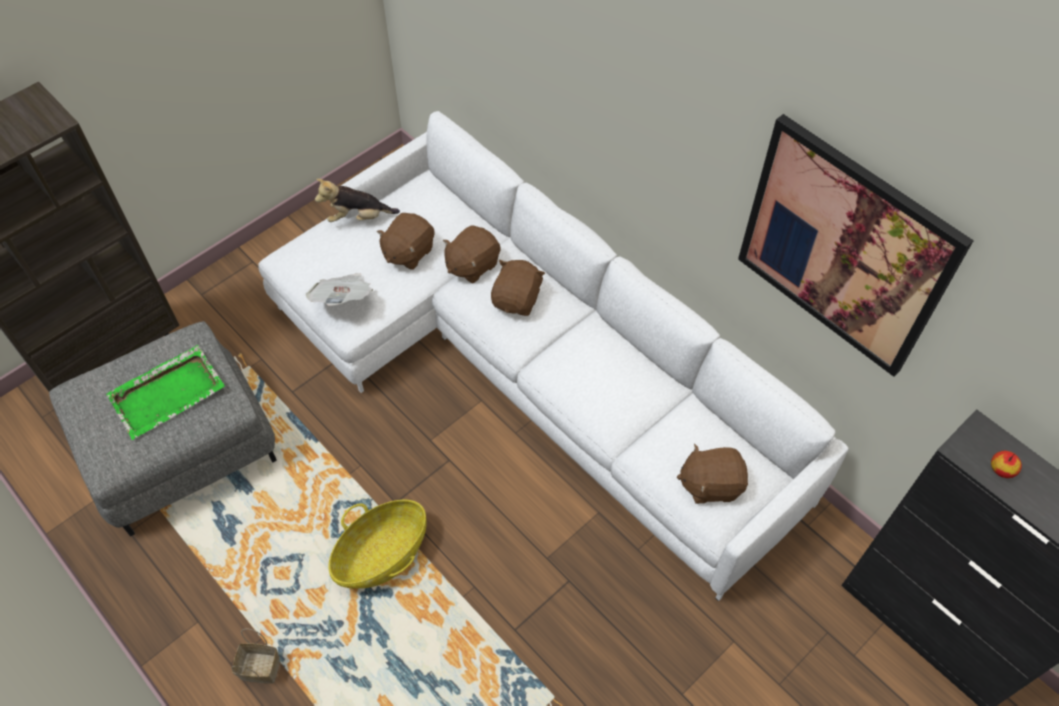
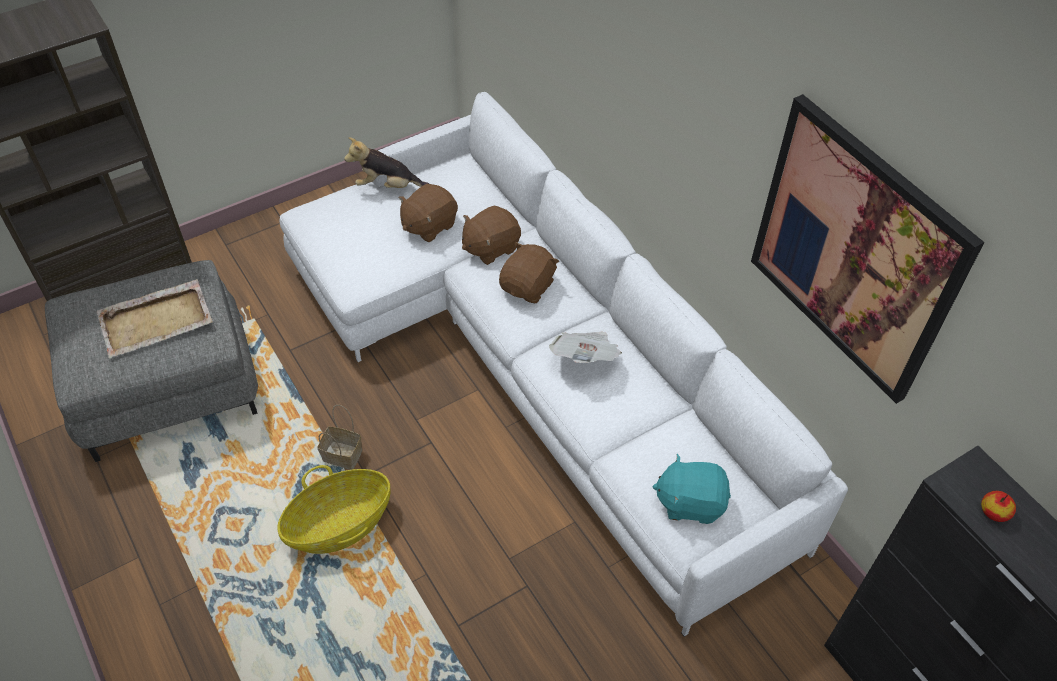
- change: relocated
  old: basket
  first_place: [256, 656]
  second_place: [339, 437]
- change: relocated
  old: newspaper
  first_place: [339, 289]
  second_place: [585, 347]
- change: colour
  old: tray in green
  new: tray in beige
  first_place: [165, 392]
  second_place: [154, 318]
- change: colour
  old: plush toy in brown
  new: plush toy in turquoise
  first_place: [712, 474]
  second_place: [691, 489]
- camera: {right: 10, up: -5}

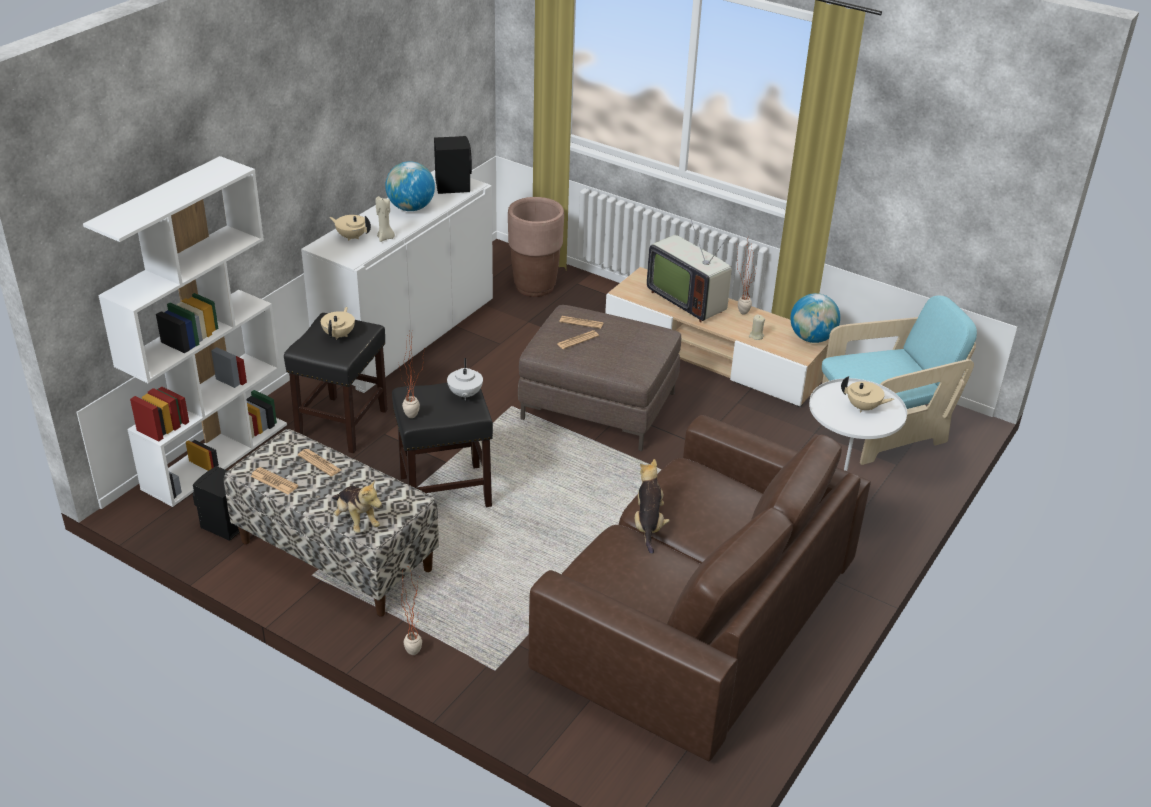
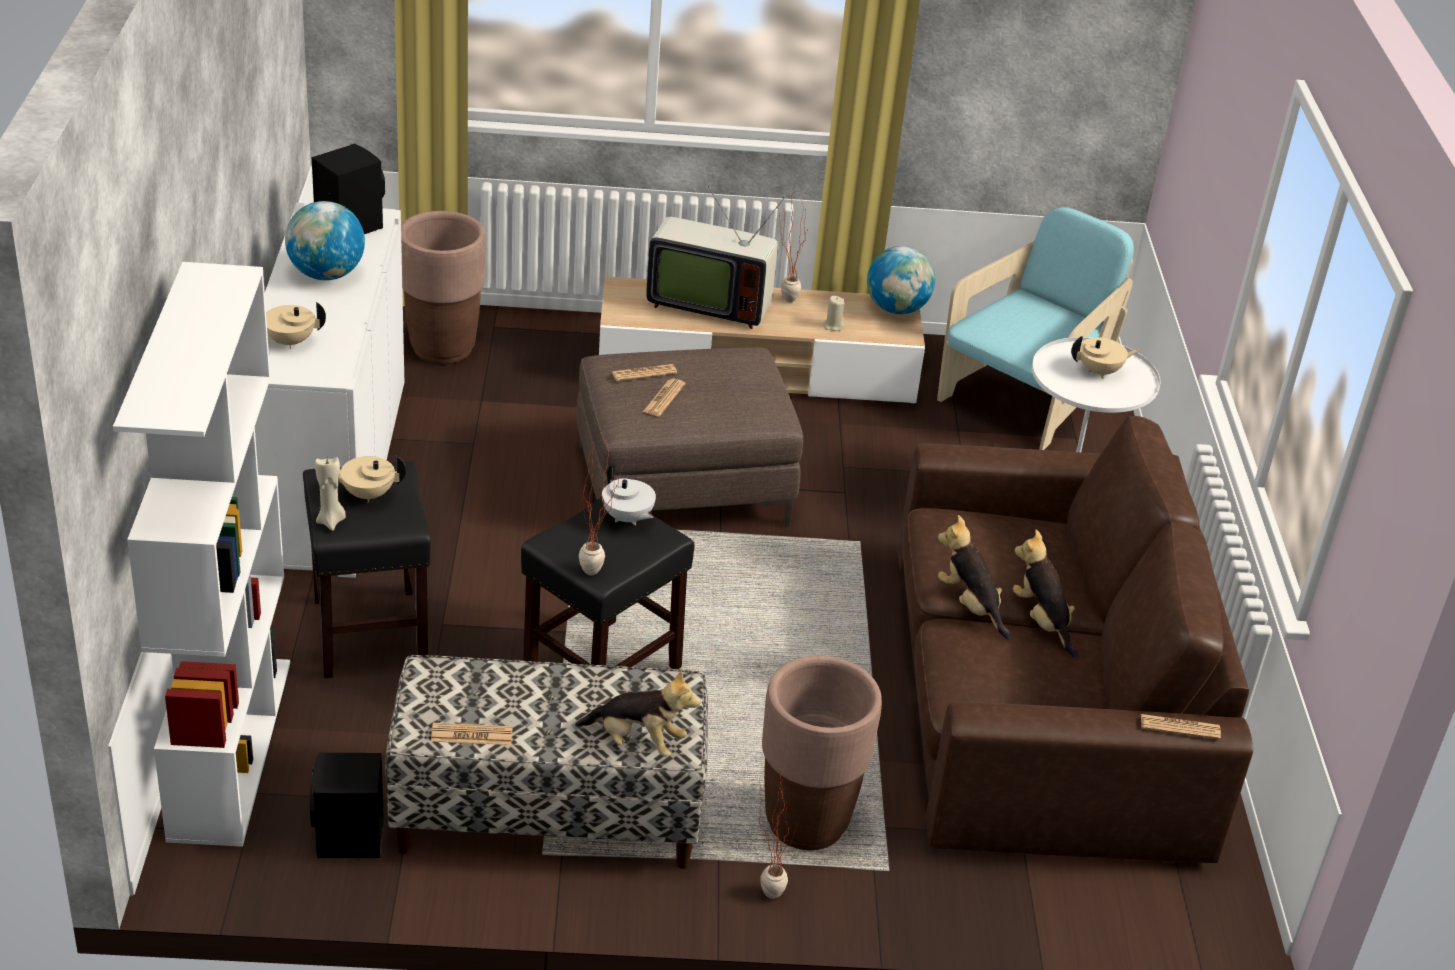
- change: appeared
  new: planter in brown
  second_place: [822, 752]
- change: appeared
  new: plush toy
  second_place: [1045, 594]
- change: relocated
  old: newspaper
  first_place: [319, 462]
  second_place: [1181, 726]
- change: relocated
  old: candle in beige
  first_place: [385, 219]
  second_place: [330, 494]
- change: spun
  old: teapot in beige
  first_place: [338, 323]
  second_place: [372, 479]
  degrees: -75
- camera: {right: -35, up: 0}

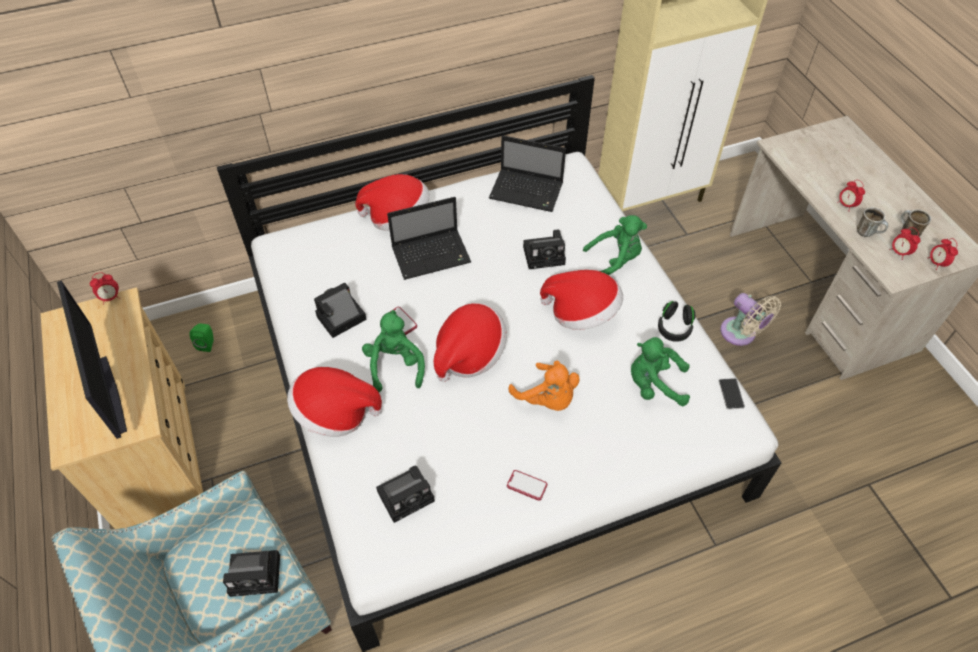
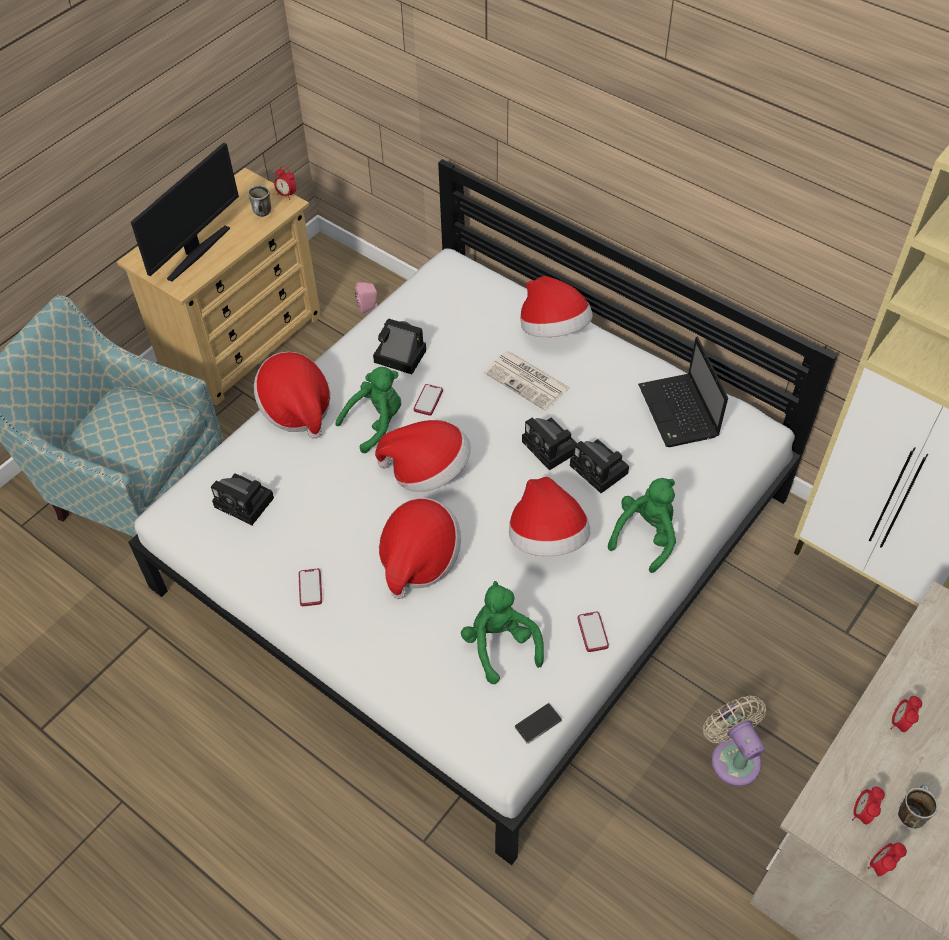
- change: relocated
  old: photo camera
  first_place: [251, 573]
  second_place: [549, 443]
- change: relocated
  old: mug
  first_place: [872, 222]
  second_place: [259, 201]
- change: exchanged
  old: laptop
  new: newspaper
  first_place: [429, 238]
  second_place: [527, 381]
- change: exchanged
  old: plush toy in orange
  new: hat
  first_place: [544, 386]
  second_place: [420, 548]
- change: exchanged
  old: headphones in black
  new: phone
  first_place: [677, 321]
  second_place: [593, 632]
- change: colour
  old: speaker in green
  new: speaker in pink
  first_place: [201, 337]
  second_place: [367, 298]
- change: spun
  old: plush toy in green
  first_place: [615, 245]
  second_place: [642, 525]
  degrees: -105
- change: spun
  old: fan in beige
  first_place: [750, 319]
  second_place: [734, 741]
  degrees: 135
- camera: {right: 60, up: 0}

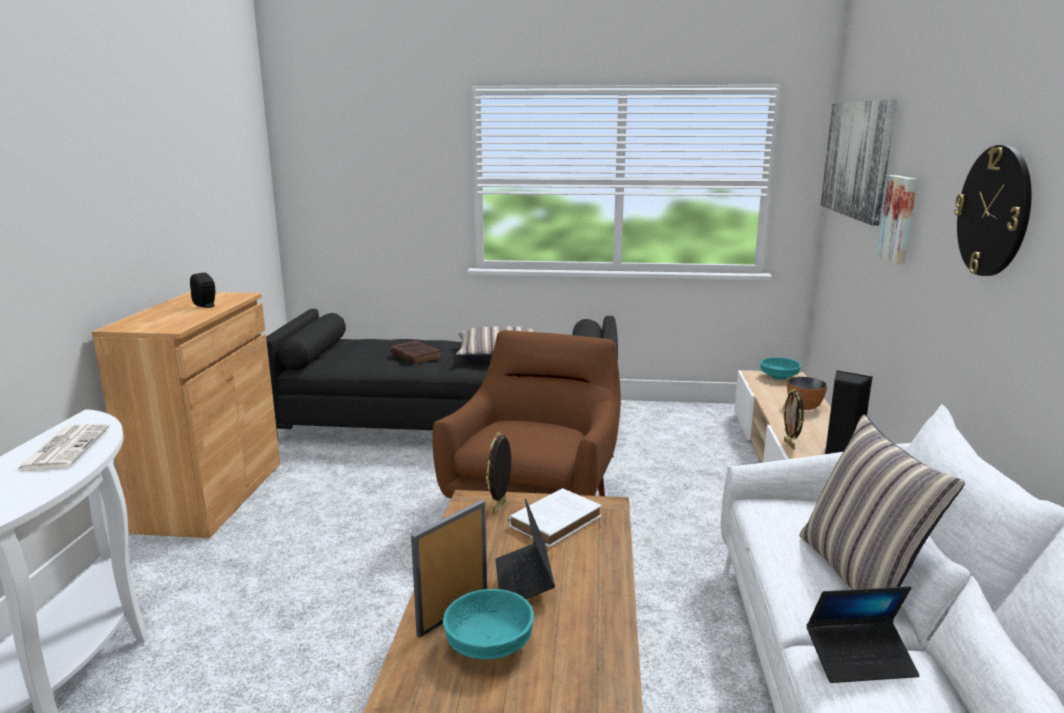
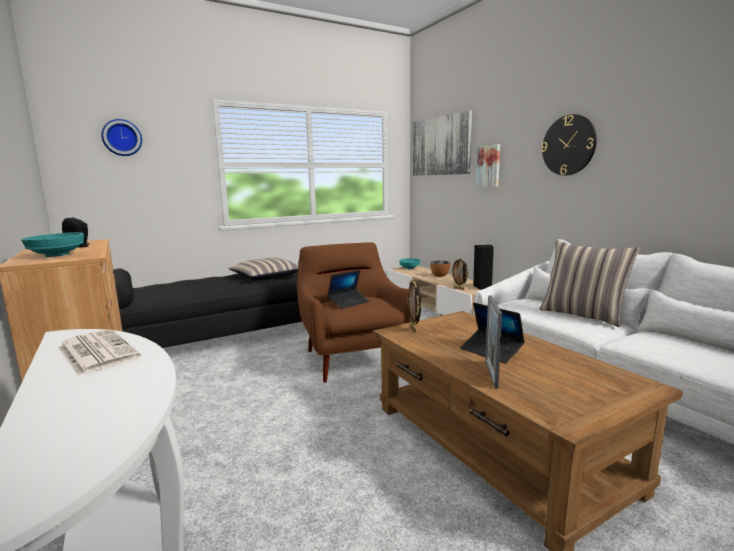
- change: missing
  old: book in brown
  first_place: [416, 352]
- change: missing
  old: book in white
  first_place: [555, 517]
- change: appeared
  new: wall clock
  second_place: [121, 137]
- change: relocated
  old: bowl in turquoise
  first_place: [488, 624]
  second_place: [52, 244]
- change: relocated
  old: laptop
  first_place: [863, 634]
  second_place: [348, 289]
- camera: {right: -35, up: -5}

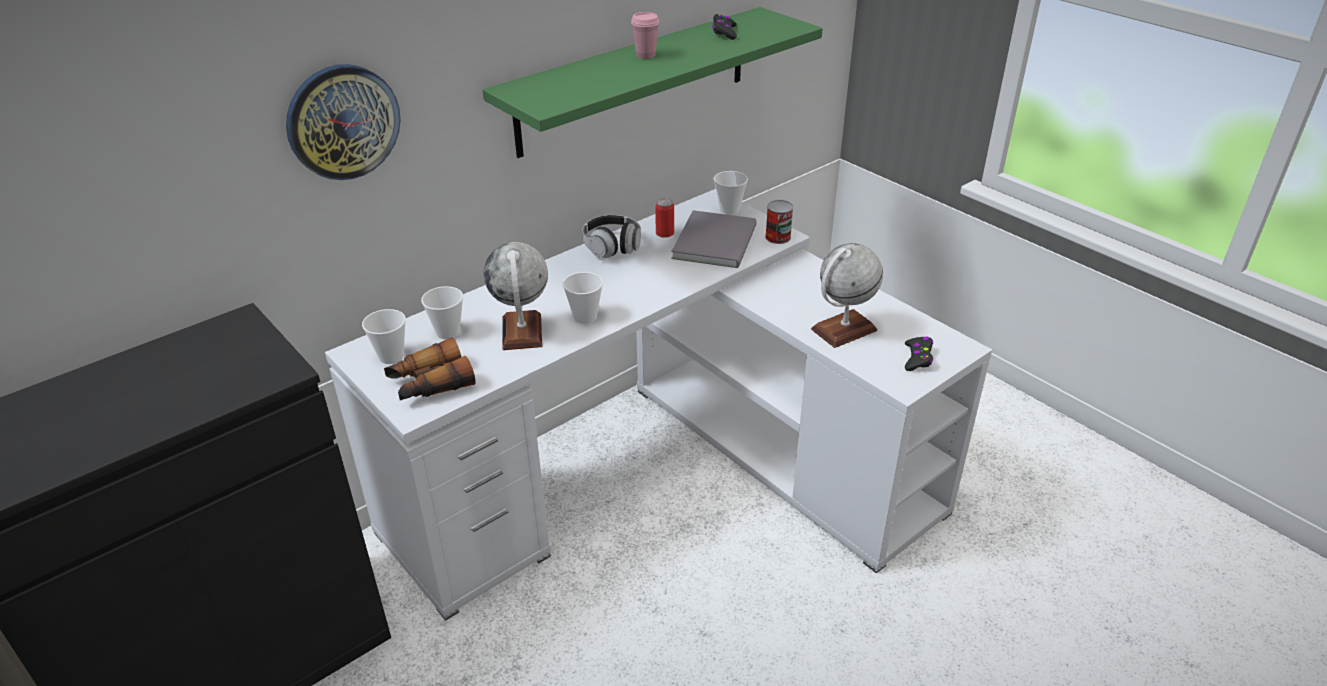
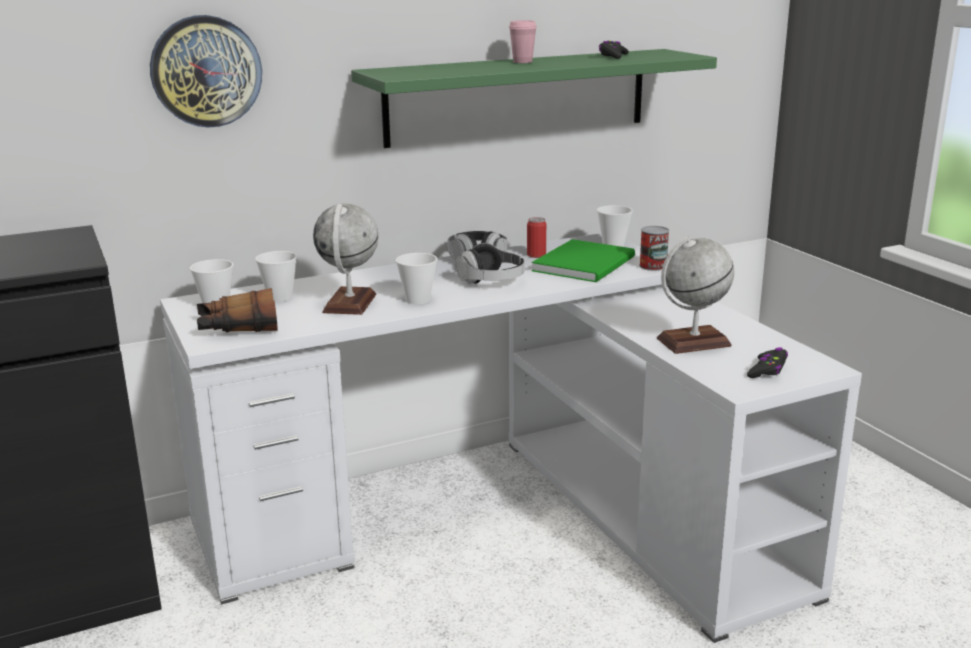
- change: appeared
  new: headphones
  second_place: [490, 263]
- change: colour
  old: book in grey
  new: book in green
  first_place: [714, 239]
  second_place: [583, 260]
- camera: {right: 15, up: -15}

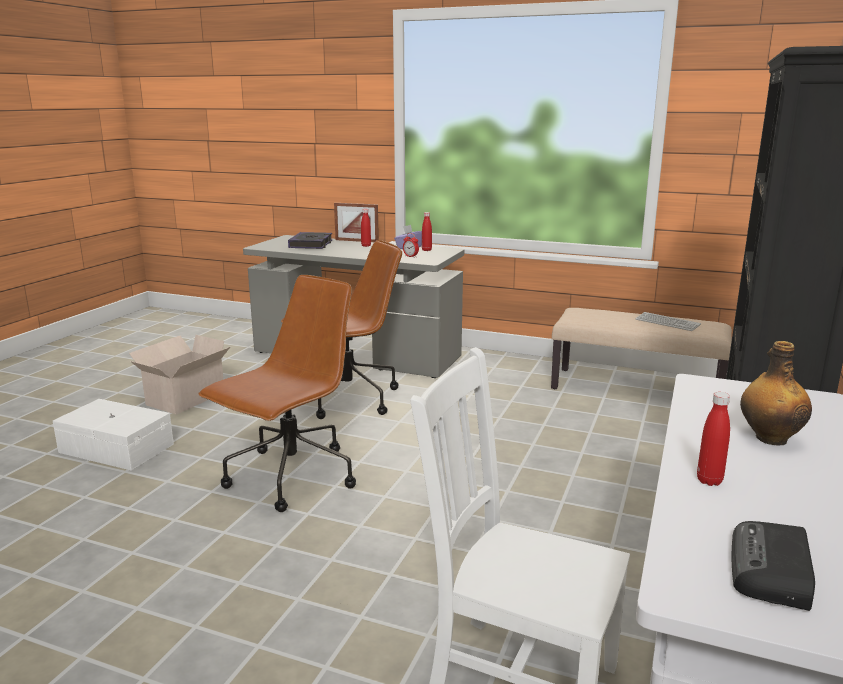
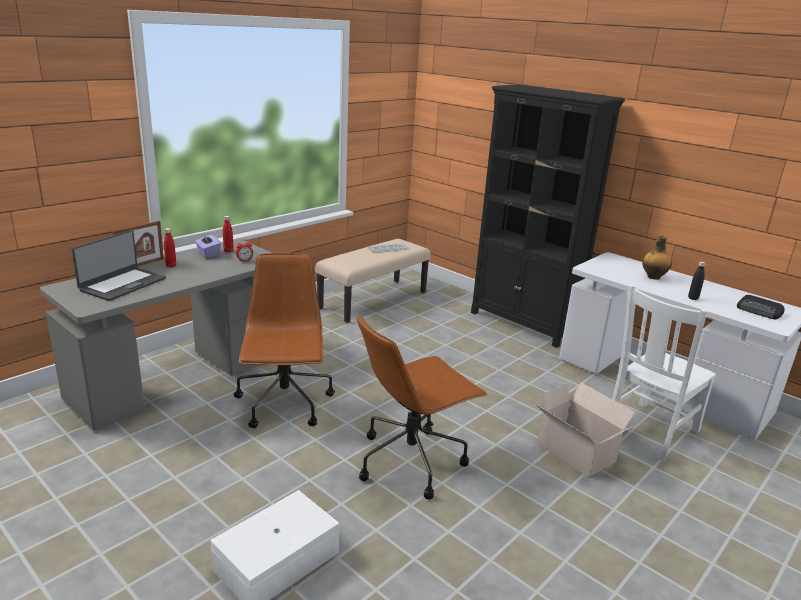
- change: relocated
  old: cardboard box
  first_place: [179, 375]
  second_place: [585, 430]
- change: exchanged
  old: book
  new: laptop
  first_place: [310, 240]
  second_place: [118, 265]
- change: colour
  old: bottle in red
  new: bottle in black
  first_place: [713, 439]
  second_place: [697, 281]
- change: spun
  old: office chair in brown
  first_place: [277, 393]
  second_place: [422, 407]
  degrees: -90
- camera: {right: -70, up: 5}

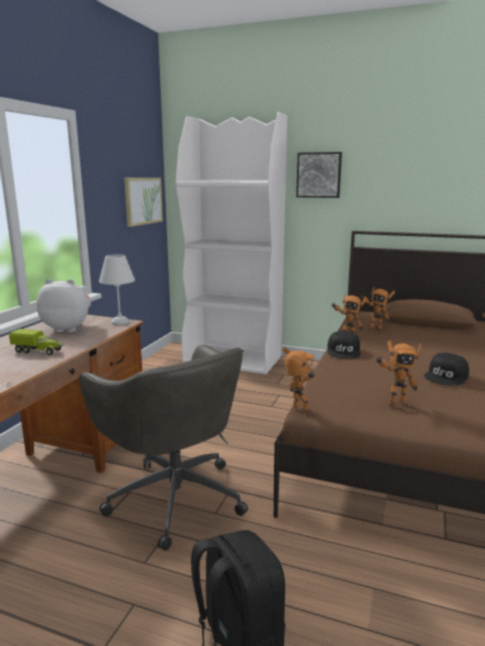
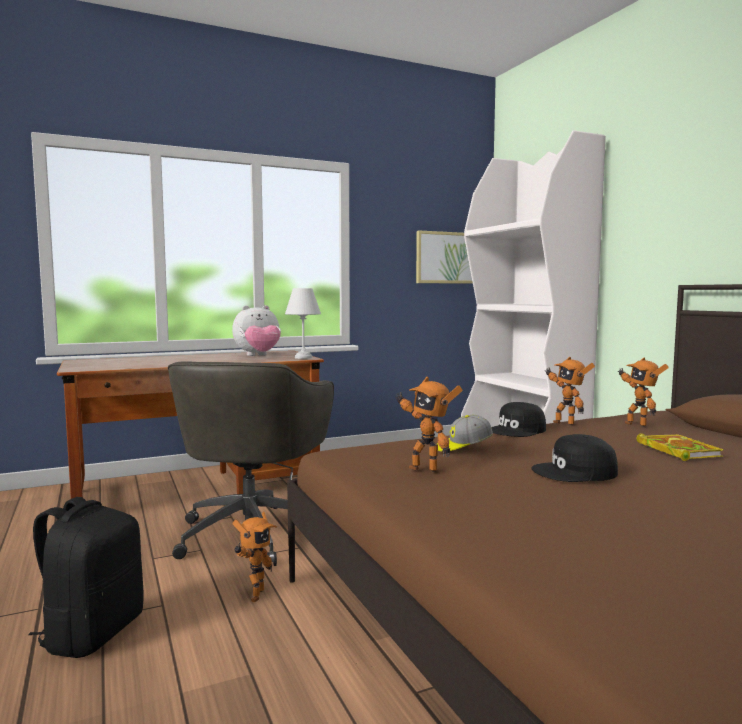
- change: missing
  old: toy truck
  first_place: [36, 342]
- change: missing
  old: picture
  first_place: [319, 175]
- change: appeared
  new: cap
  second_place: [464, 433]
- change: appeared
  new: book
  second_place: [680, 447]
- change: relocated
  old: toy robot
  first_place: [299, 381]
  second_place: [255, 556]
- change: spun
  old: plush toy
  first_place: [63, 306]
  second_place: [256, 330]
  degrees: 105
- camera: {right: 45, up: -10}

